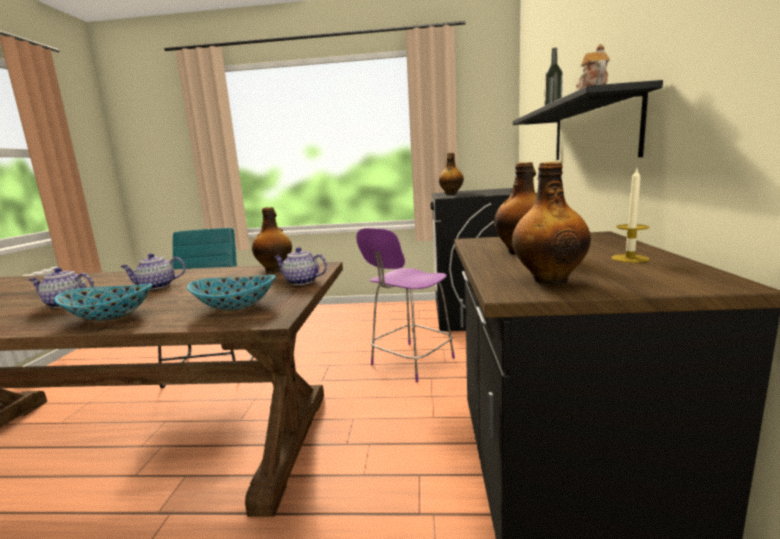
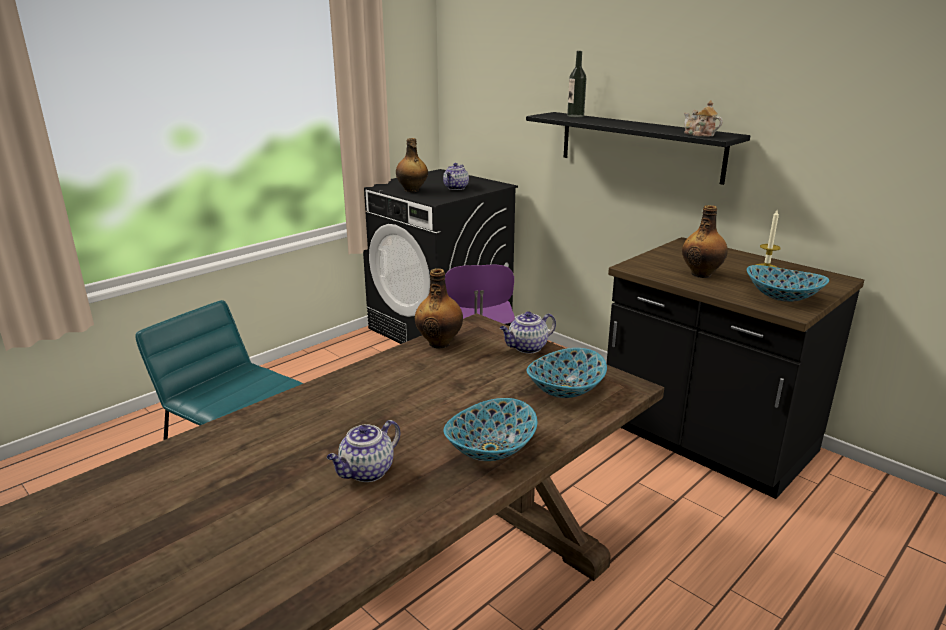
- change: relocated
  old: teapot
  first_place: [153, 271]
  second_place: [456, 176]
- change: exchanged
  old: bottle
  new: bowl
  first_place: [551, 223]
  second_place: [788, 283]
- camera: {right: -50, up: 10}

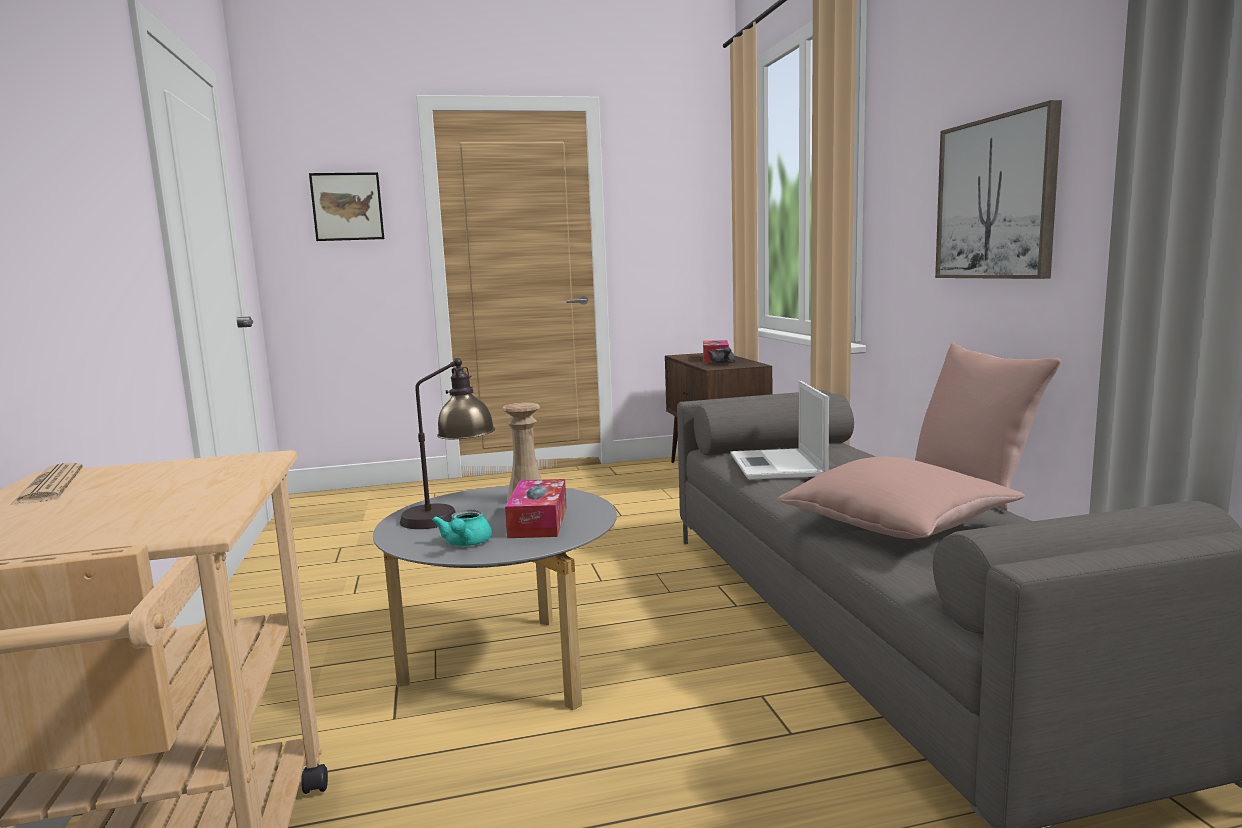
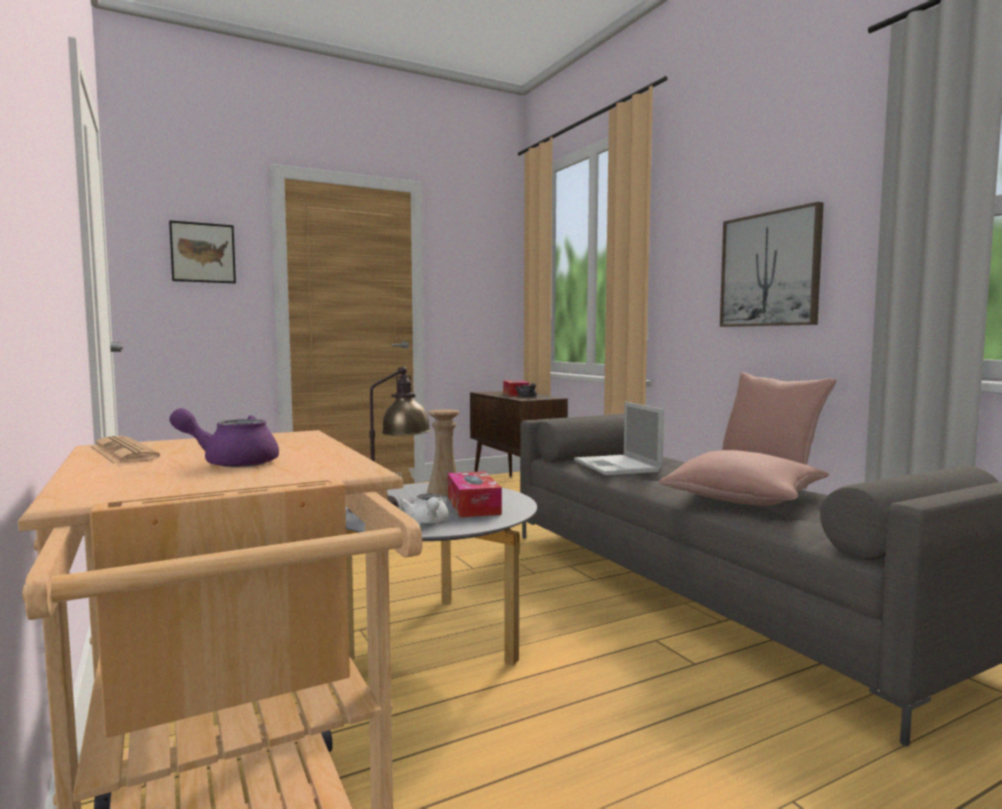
- change: appeared
  new: teapot in purple
  second_place: [224, 438]
- change: colour
  old: teapot in turquoise
  new: teapot in white
  first_place: [462, 528]
  second_place: [424, 509]
- camera: {right: -15, up: -5}

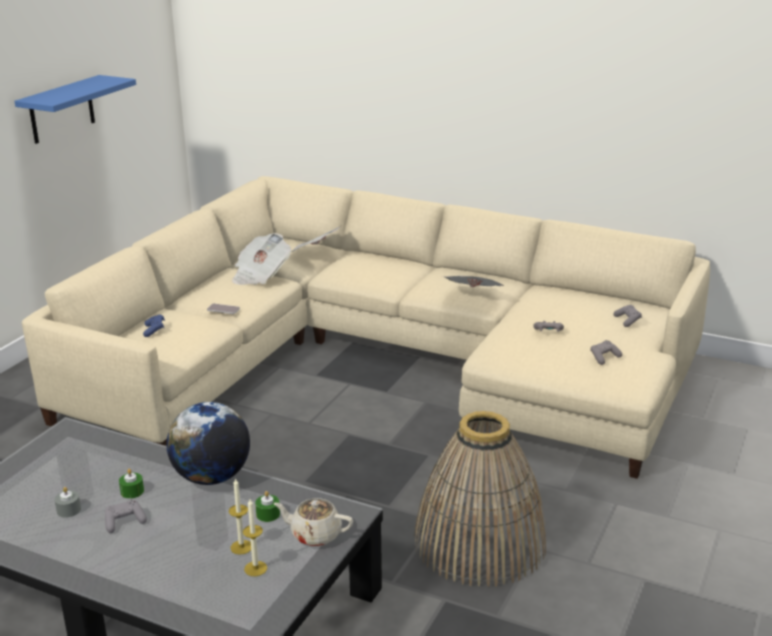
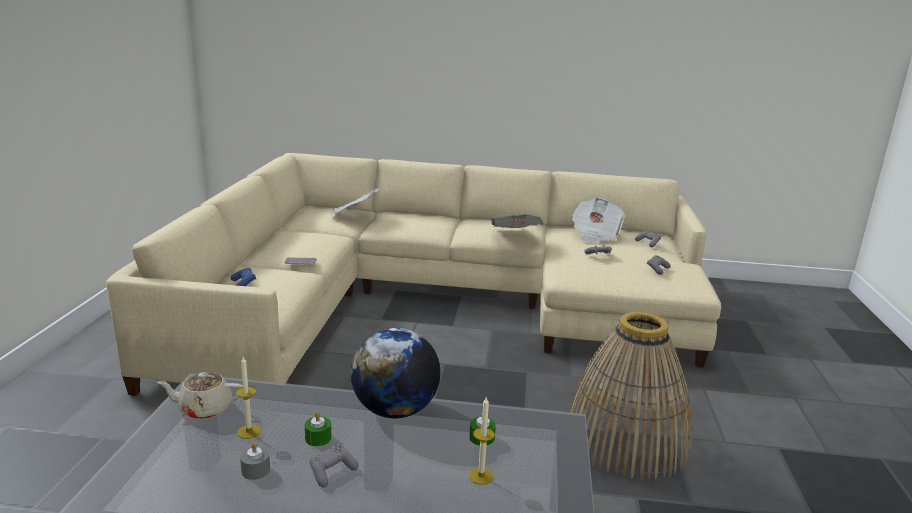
- change: missing
  old: shelf in blue
  first_place: [75, 109]
- change: relocated
  old: newspaper
  first_place: [261, 259]
  second_place: [598, 220]
- change: relocated
  old: candle
  first_place: [255, 537]
  second_place: [248, 398]
- change: relocated
  old: teapot in beige
  first_place: [313, 522]
  second_place: [200, 395]
- camera: {right: -20, up: -5}

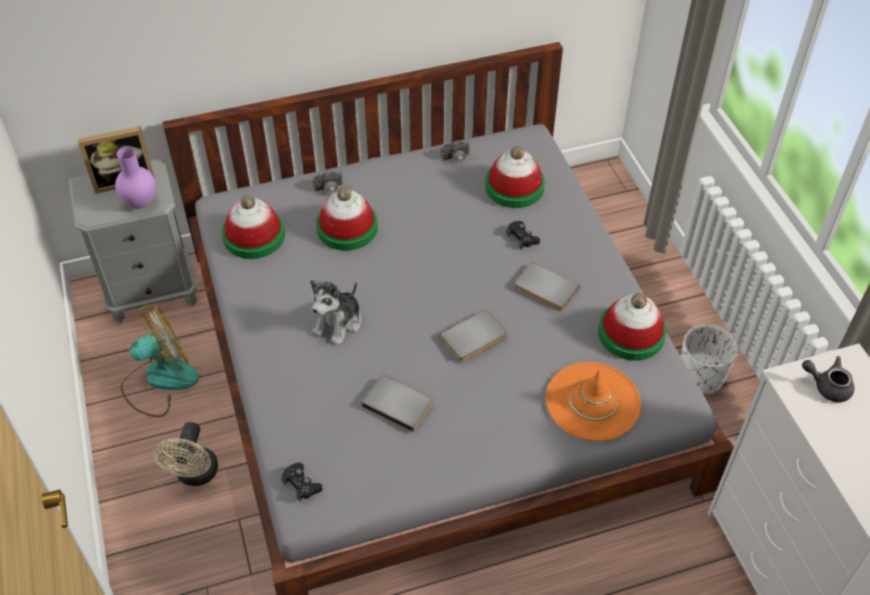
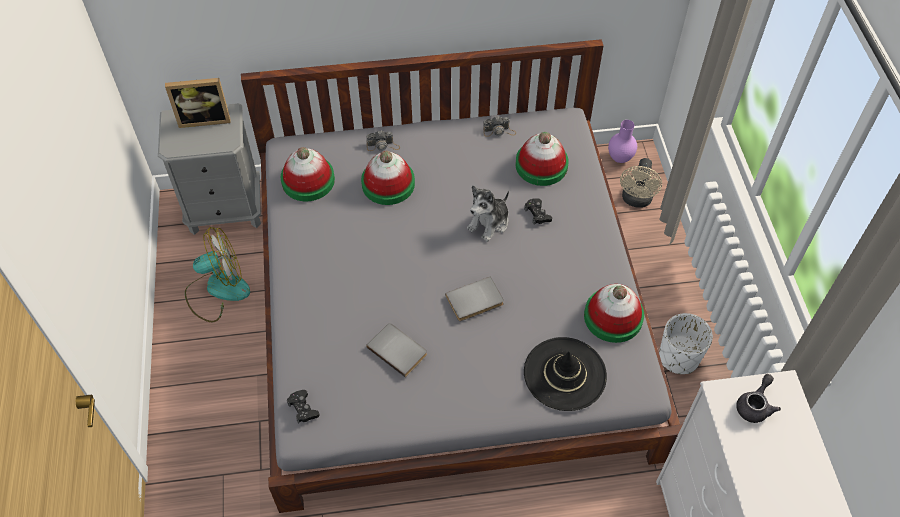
- change: missing
  old: book in grey
  first_place: [547, 286]
- change: relocated
  old: vase in purple
  first_place: [135, 177]
  second_place: [622, 141]
- change: relocated
  old: fan in beige
  first_place: [186, 454]
  second_place: [641, 183]
- change: relocated
  old: plush toy
  first_place: [335, 312]
  second_place: [488, 214]
- change: colour
  old: hat in orange
  new: hat in black
  first_place: [593, 401]
  second_place: [565, 374]
- change: spun
  old: teapot in grey
  first_place: [828, 379]
  second_place: [758, 398]
  degrees: 90
- camera: {right: 10, up: 5}

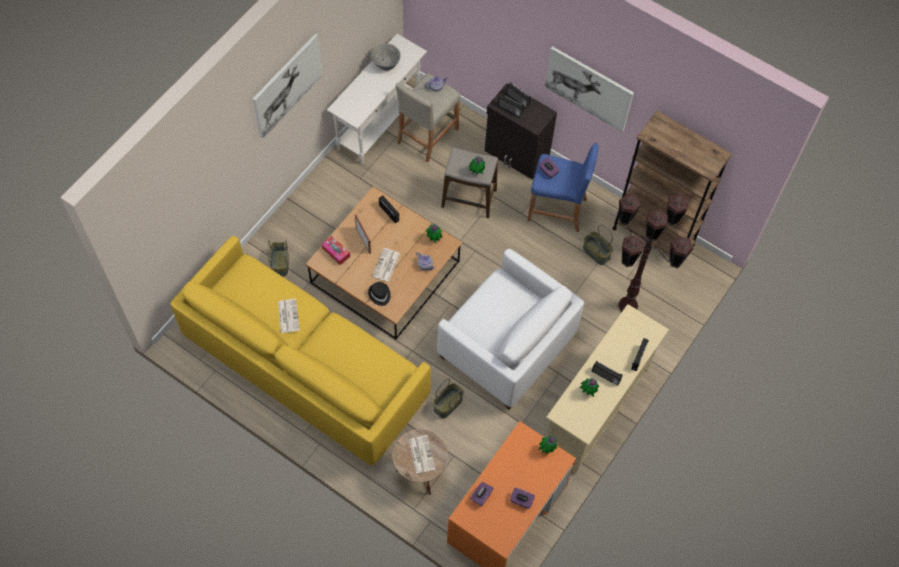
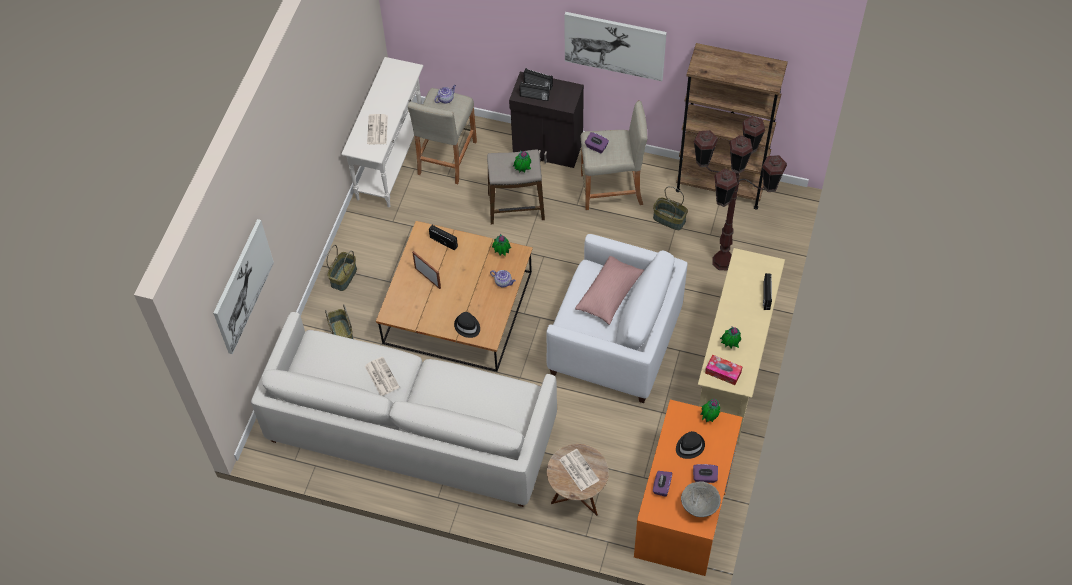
- change: missing
  old: radio
  first_place: [607, 373]
- change: appeared
  new: pillow in pink
  second_place: [609, 290]
- change: appeared
  new: hat in black
  second_place: [690, 445]
- change: relocated
  old: picture
  first_place: [288, 86]
  second_place: [243, 286]
- change: relocated
  old: tissue box
  first_place: [335, 250]
  second_place: [723, 369]
- change: relocated
  old: bowl in grey
  first_place: [385, 57]
  second_place: [701, 499]
- change: relocated
  old: newspaper
  first_place: [386, 265]
  second_place: [377, 129]
- change: relocated
  old: basket
  first_place: [448, 398]
  second_place: [342, 268]
- change: colour
  old: sofa in yellow
  new: sofa in white
  first_place: [300, 351]
  second_place: [404, 409]
- change: colour
  old: stool in blue
  new: stool in beige
  first_place: [563, 187]
  second_place: [614, 155]
- camera: {right: -15, up: -5}

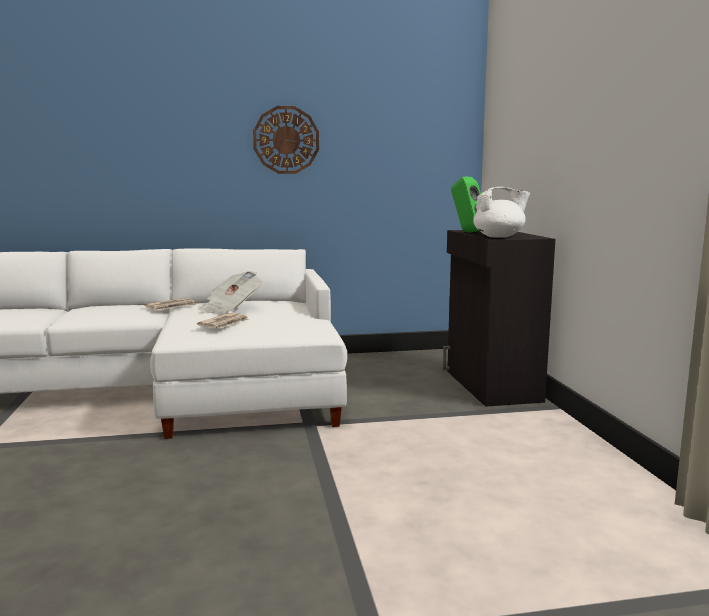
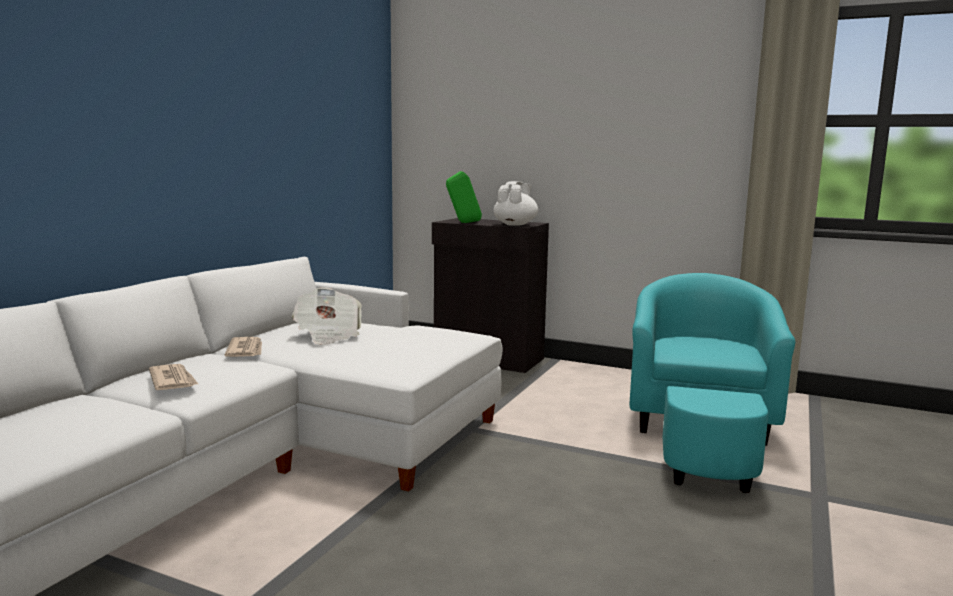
- change: missing
  old: wall clock
  first_place: [286, 140]
- change: appeared
  new: armchair in turquoise
  second_place: [713, 383]
- change: relocated
  old: newspaper
  first_place: [223, 320]
  second_place: [173, 377]
- camera: {right: -55, up: 0}

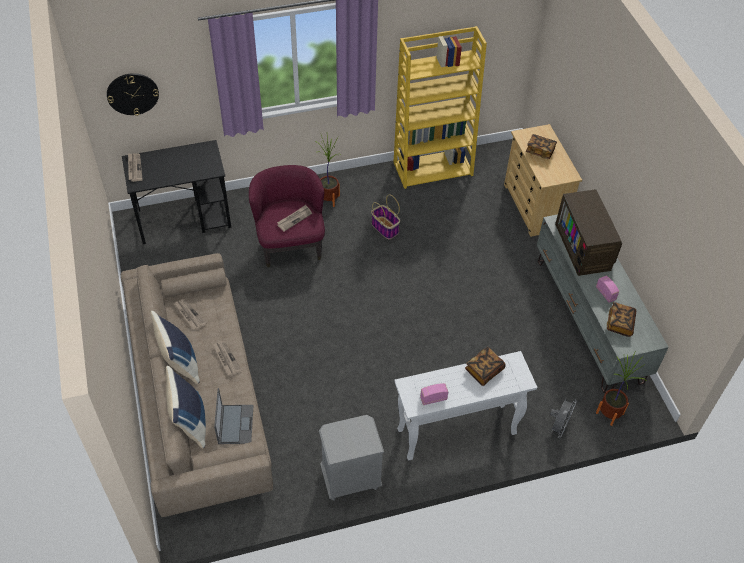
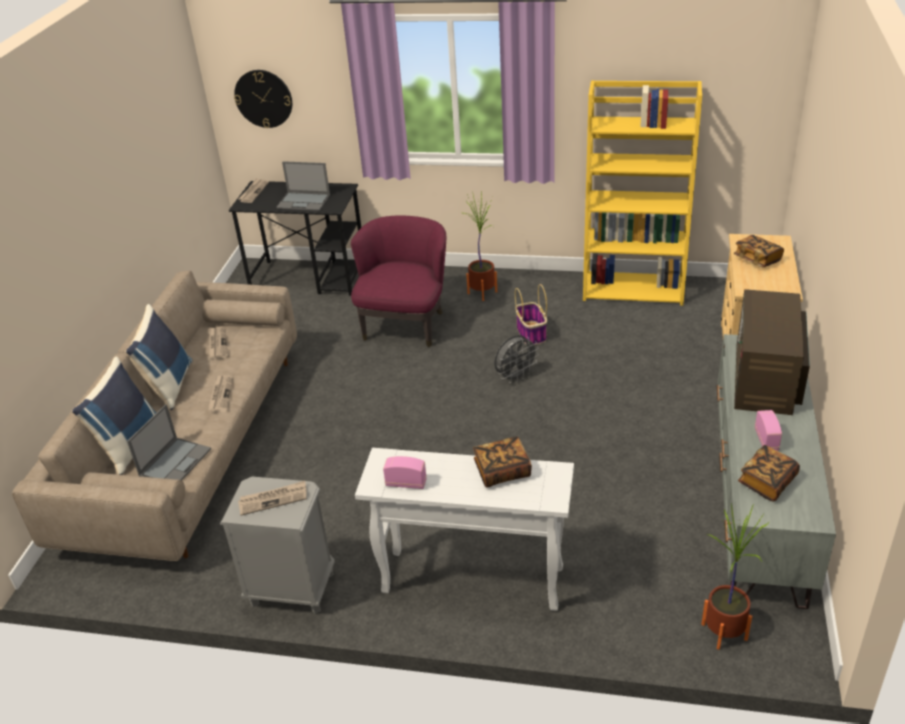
- change: appeared
  new: laptop
  second_place: [303, 186]
- change: relocated
  old: newspaper
  first_place: [294, 218]
  second_place: [272, 498]
- change: relocated
  old: fan in grey
  first_place: [563, 418]
  second_place: [516, 359]
- camera: {right: 30, up: -15}

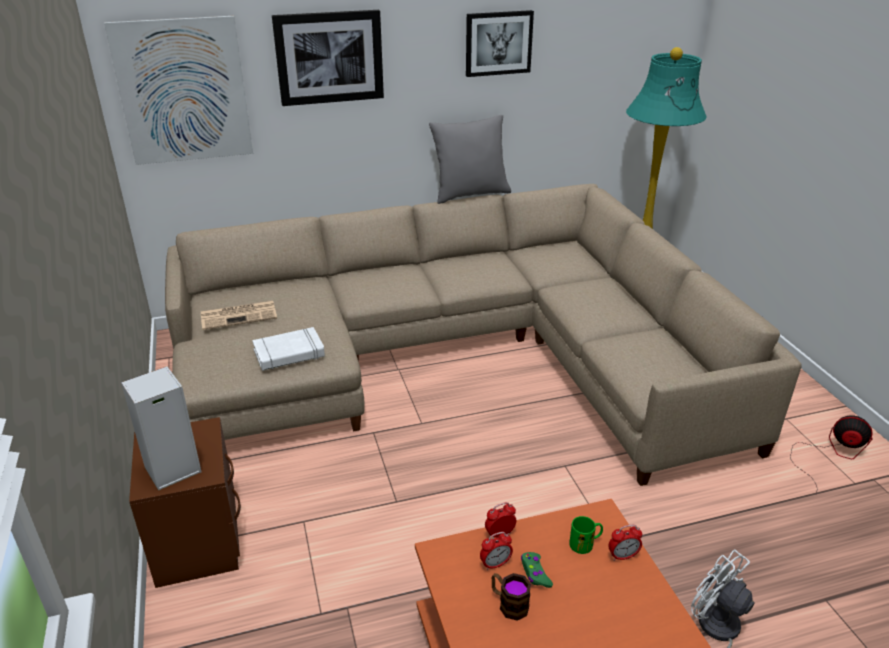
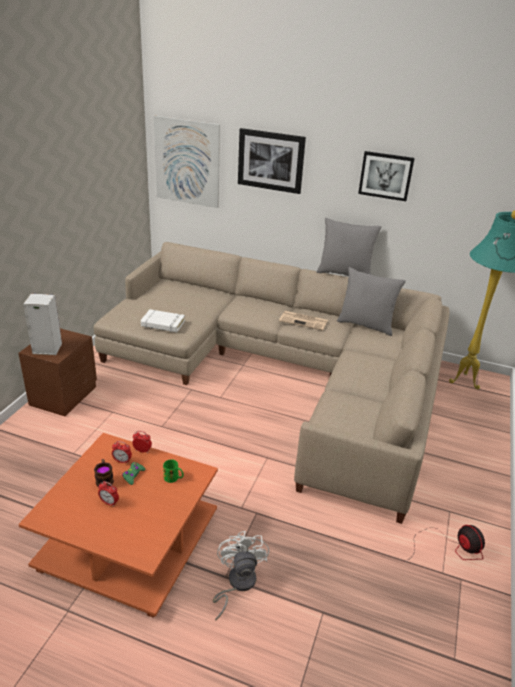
- change: appeared
  new: pillow in grey
  second_place: [371, 301]
- change: relocated
  old: newspaper
  first_place: [239, 315]
  second_place: [303, 321]
- change: relocated
  old: alarm clock
  first_place: [625, 543]
  second_place: [108, 493]
- camera: {right: 35, up: 0}

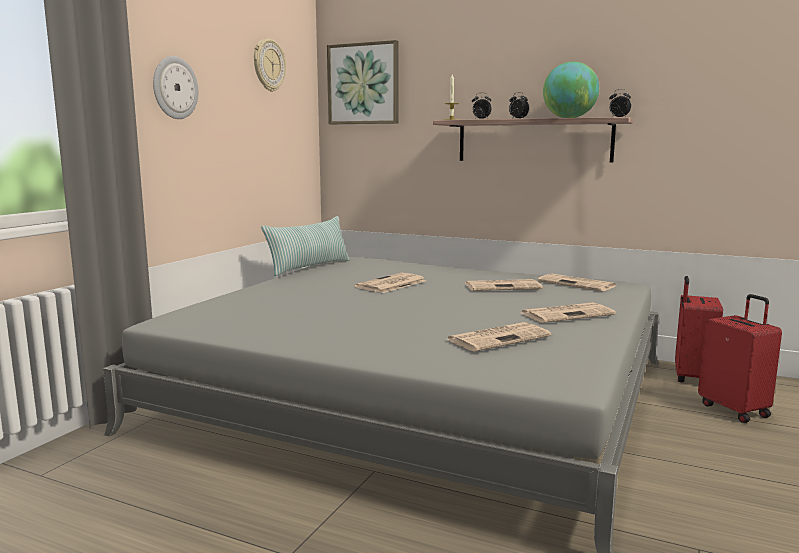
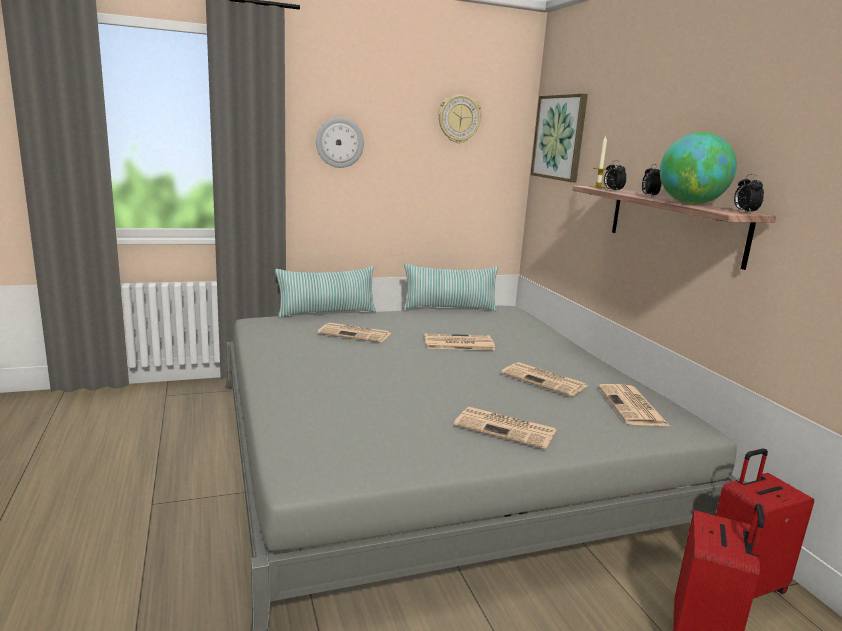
- change: appeared
  new: pillow
  second_place: [325, 292]
- change: relocated
  old: newspaper
  first_place: [499, 337]
  second_place: [354, 333]
- camera: {right: 45, up: 5}

